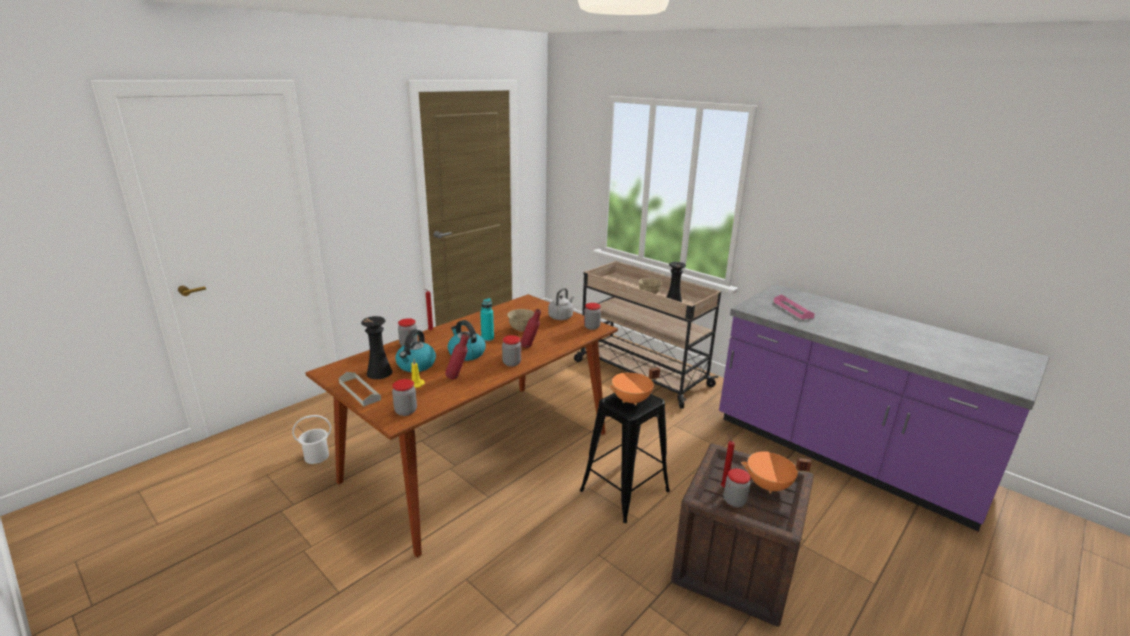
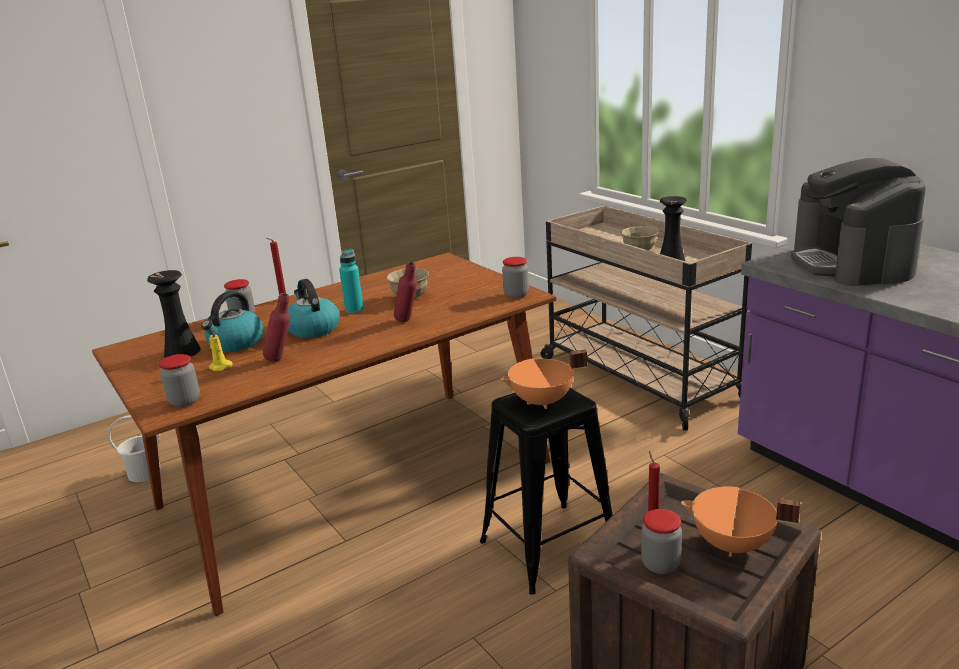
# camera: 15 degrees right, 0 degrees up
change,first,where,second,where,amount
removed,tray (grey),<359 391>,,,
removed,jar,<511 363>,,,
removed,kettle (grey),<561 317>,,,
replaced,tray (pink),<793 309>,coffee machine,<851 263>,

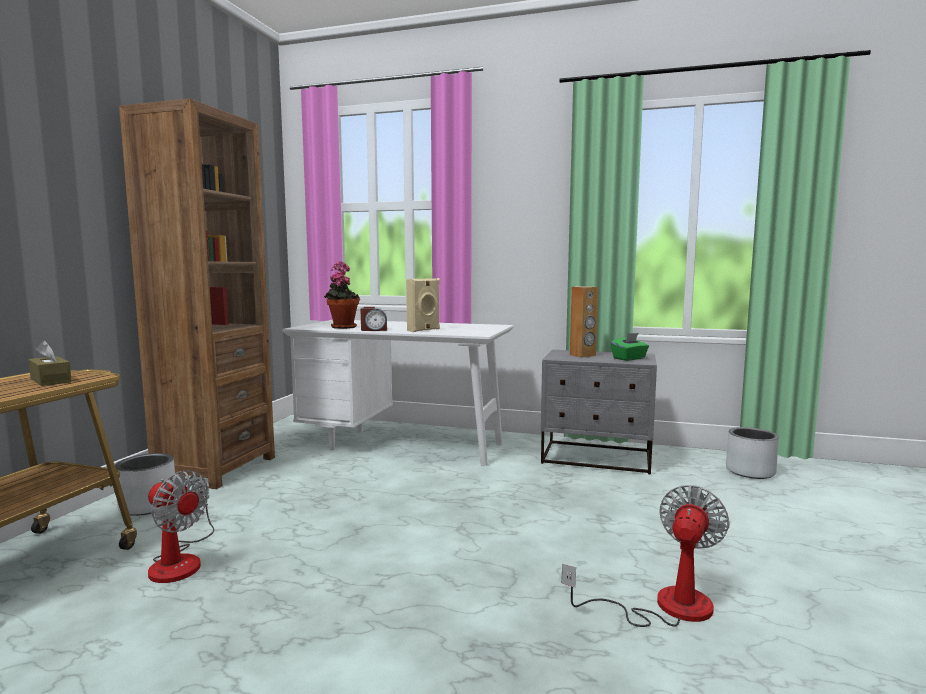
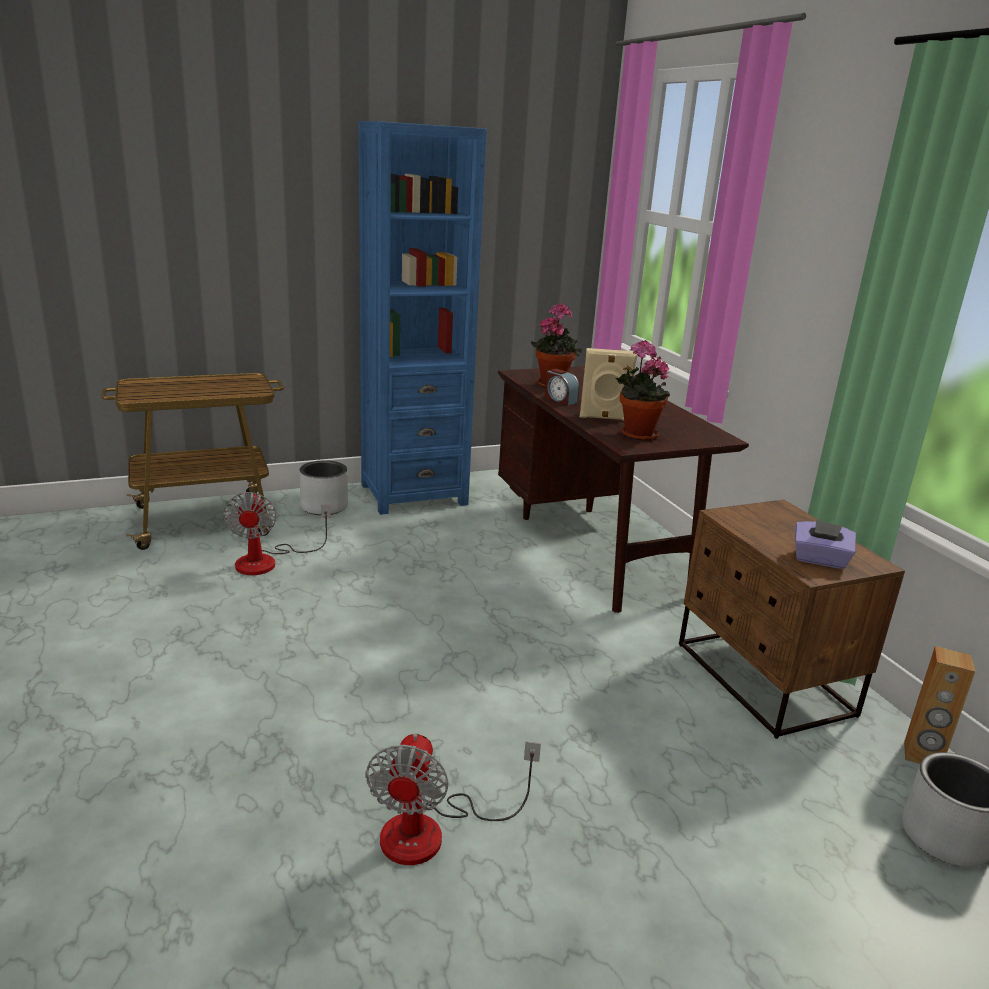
# camera: 50 degrees right, 15 degrees up
change,first,where,second,where,amount
removed,tissue box (brown),<51 380>,,,
added,,,potted plant,<635 435>,
moved,speaker (brown),<583 355>,,<922 756>,
recoloured,bookcase (brown),<215 468>,bookcase (blue),<413 494>,
recoloured,desk (white),<403 445>,desk (brown),<593 547>,
recoloured,nightstand (grey),<597 458>,nightstand (brown),<763 680>,
recoloured,tissue box (green),<629 358>,tissue box (purple),<819 560>,
turned,fan,<664 606>,,<433 831>,105 degrees clockwise

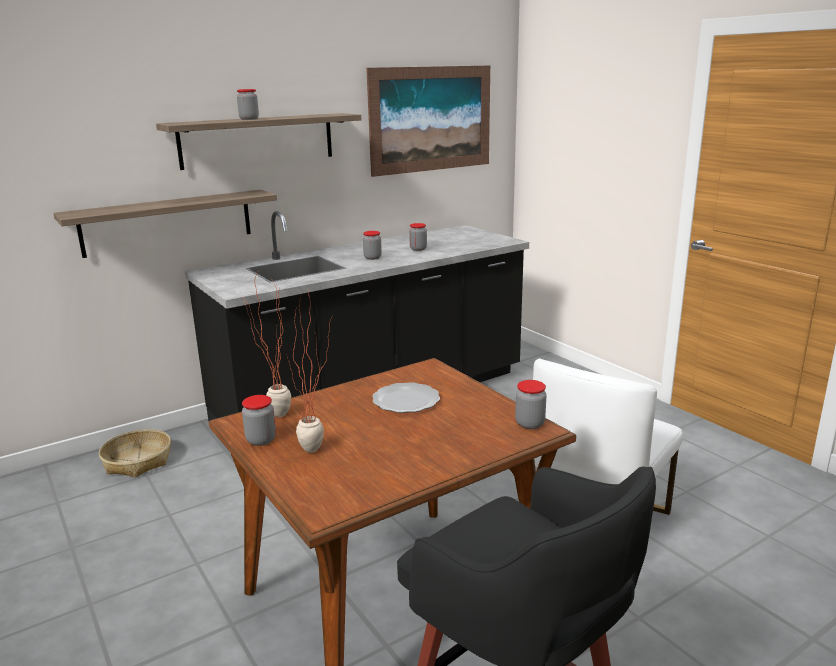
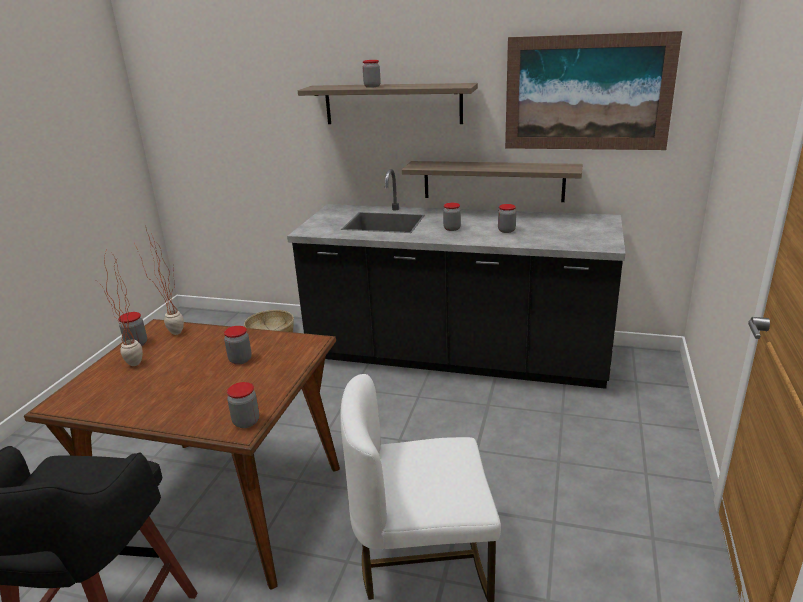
# camera: 50 degrees right, 5 degrees up
change,first,where,second,where,amount
moved,shelf,<168 222>,,<493 181>,
replaced,plate,<406 400>,jar,<240 360>,

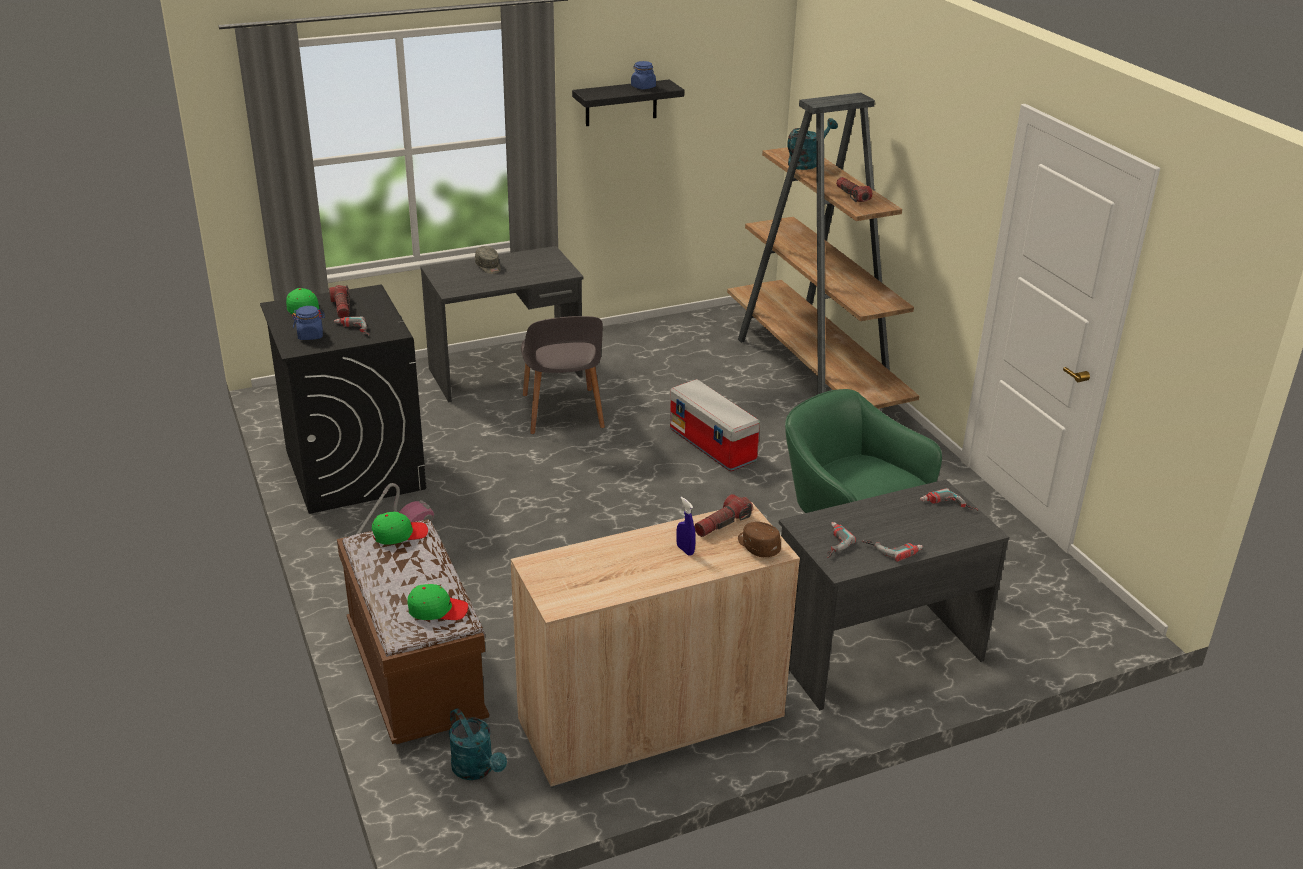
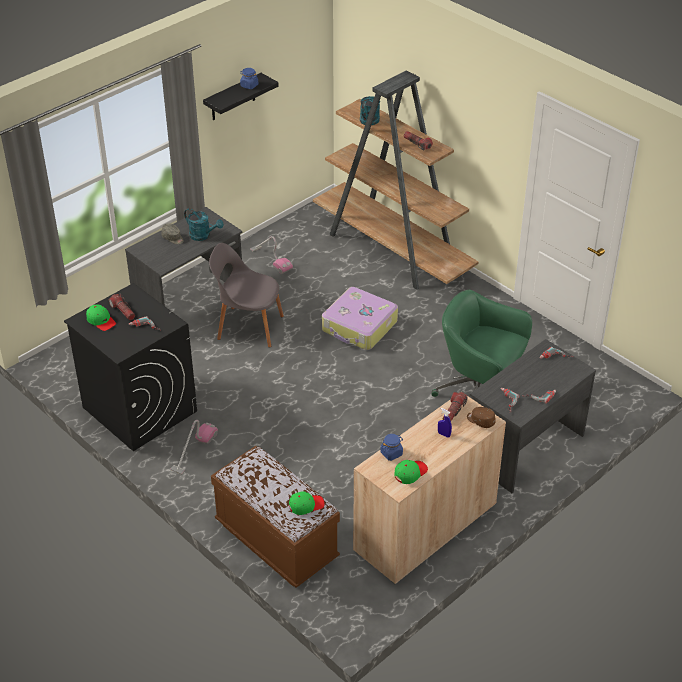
# camera: 20 degrees left, 10 degrees up
change,first,where,second,where,amount
added,,,vacuum cleaner,<271 260>,
moved,jar (blue),<310 335>,,<391 453>,
moved,cap (green),<399 534>,,<410 473>,
moved,watering can (turquoise),<477 770>,,<203 236>,
replaced,storage box,<713 445>,suitcase,<359 327>,
turned,chair (grey),<562 413>,,<248 327>,135 degrees clockwise

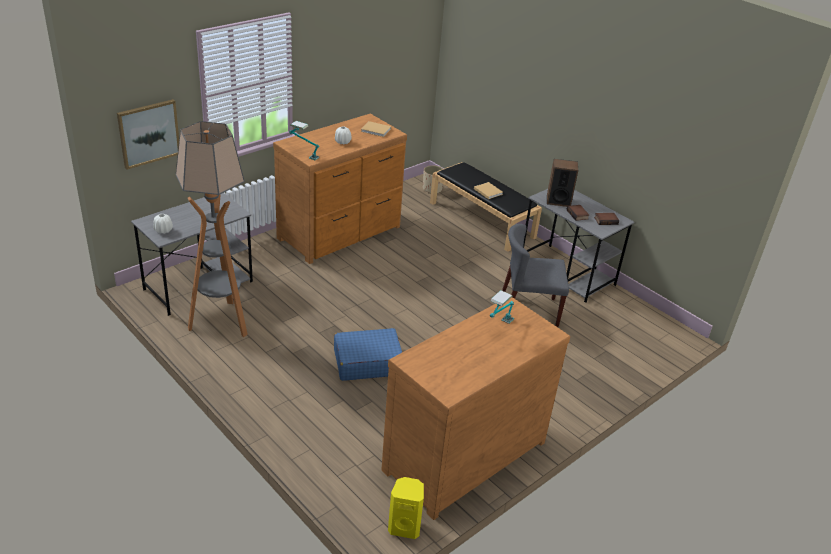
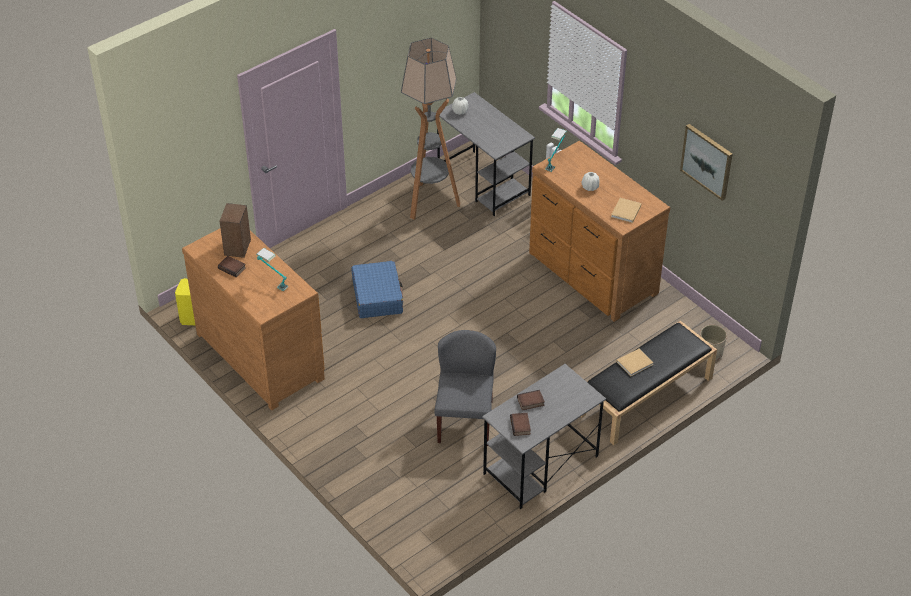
# camera: 95 degrees right, 10 degrees up
change,first,where,second,where,amount
added,,,book,<233 268>,
moved,picture,<148 133>,,<707 161>,
moved,speaker,<558 201>,,<237 247>,

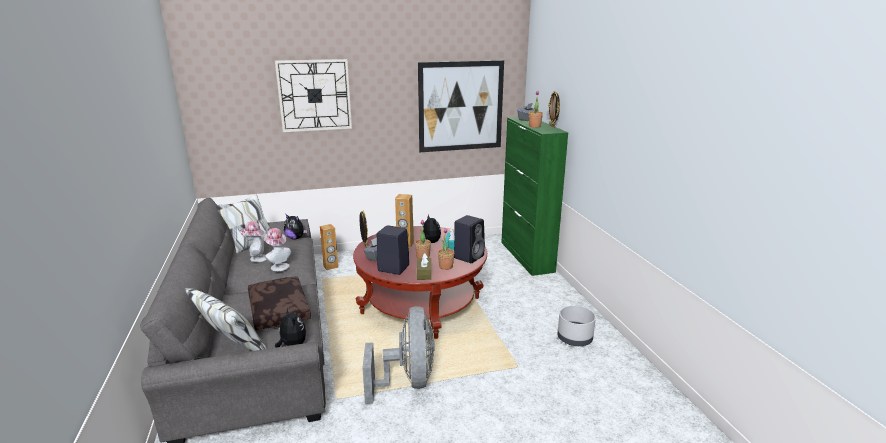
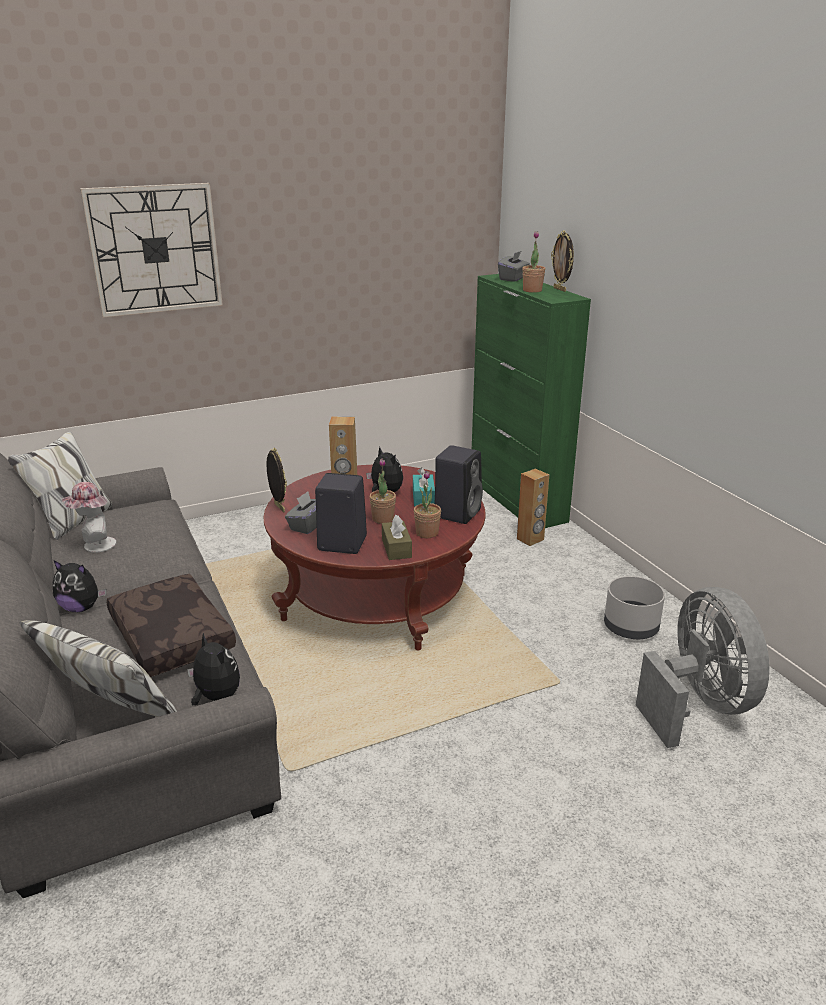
# camera: 10 degrees left, 5 degrees up
change,first,where,second,where,amount
removed,hat,<278 266>,,,
removed,picture,<461 106>,,,
moved,plush toy,<295 238>,,<81 608>,
moved,speaker (brown),<330 266>,,<530 539>,
moved,fan (grey),<407 381>,,<697 705>,

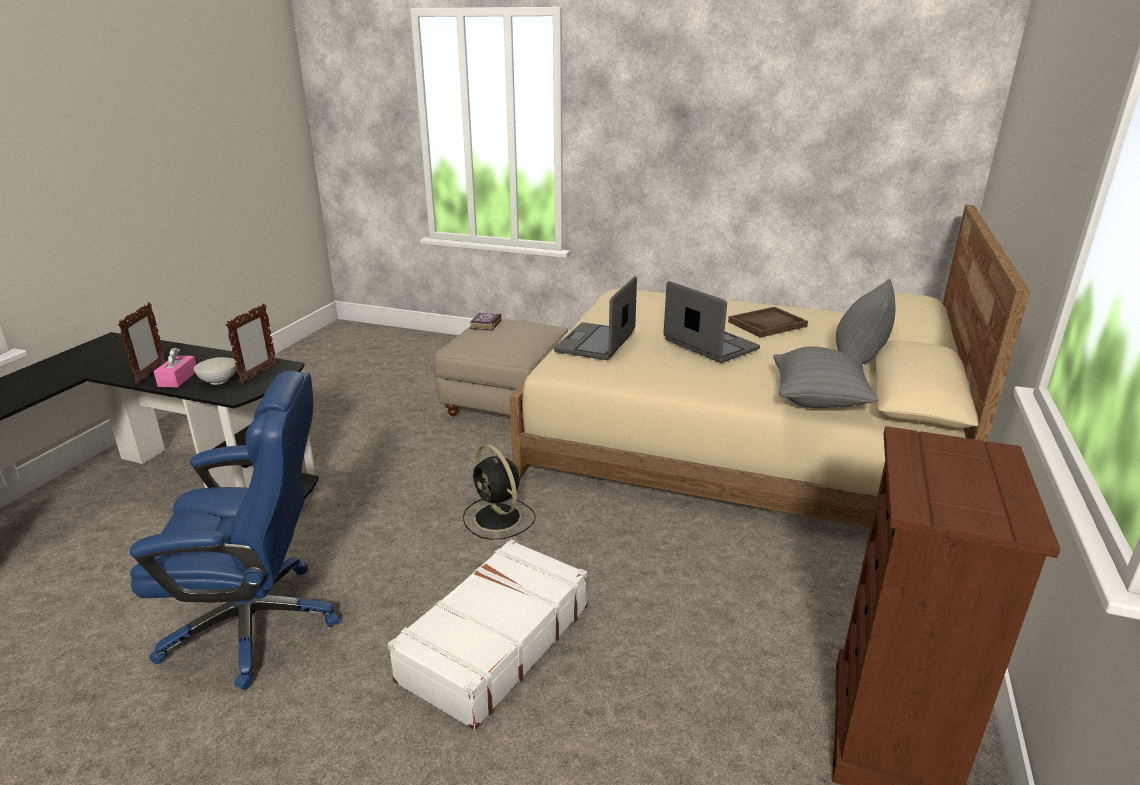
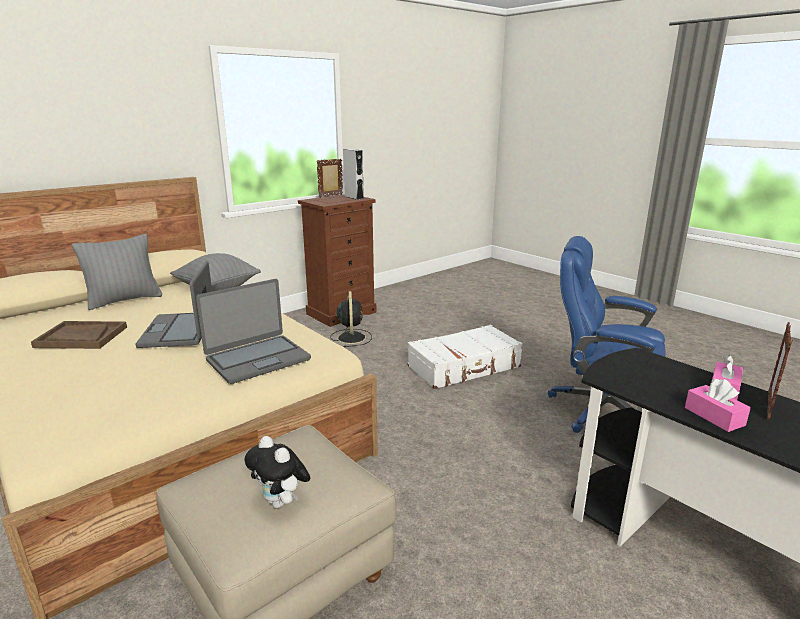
# camera: 150 degrees left, 5 degrees down
change,first,where,second,where,amount
removed,bowl (white),<219 380>,,,
added,,,speaker (grey),<354 197>,
added,,,tissue box (pink),<714 416>,
moved,picture frame,<258 374>,,<331 196>,
moved,fan (black),<499 518>,,<351 337>,
replaced,book,<484 325>,plush toy,<281 502>,

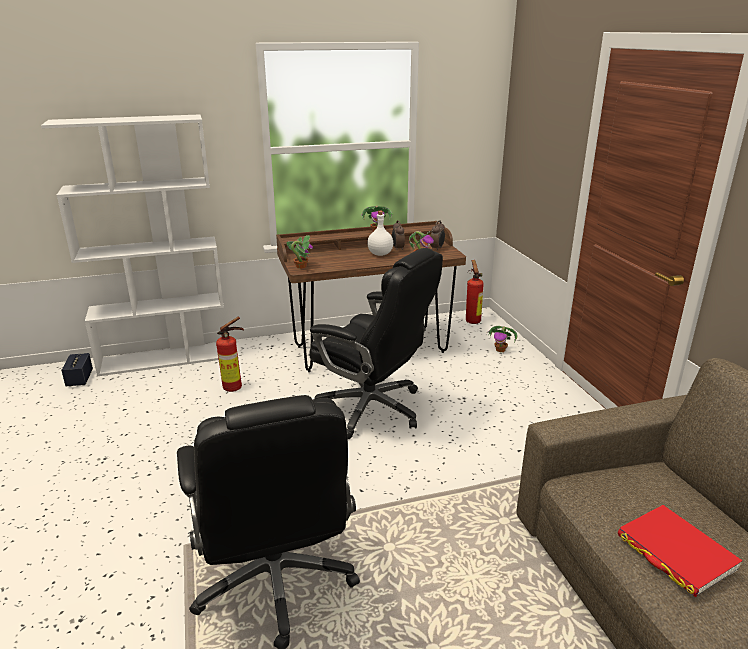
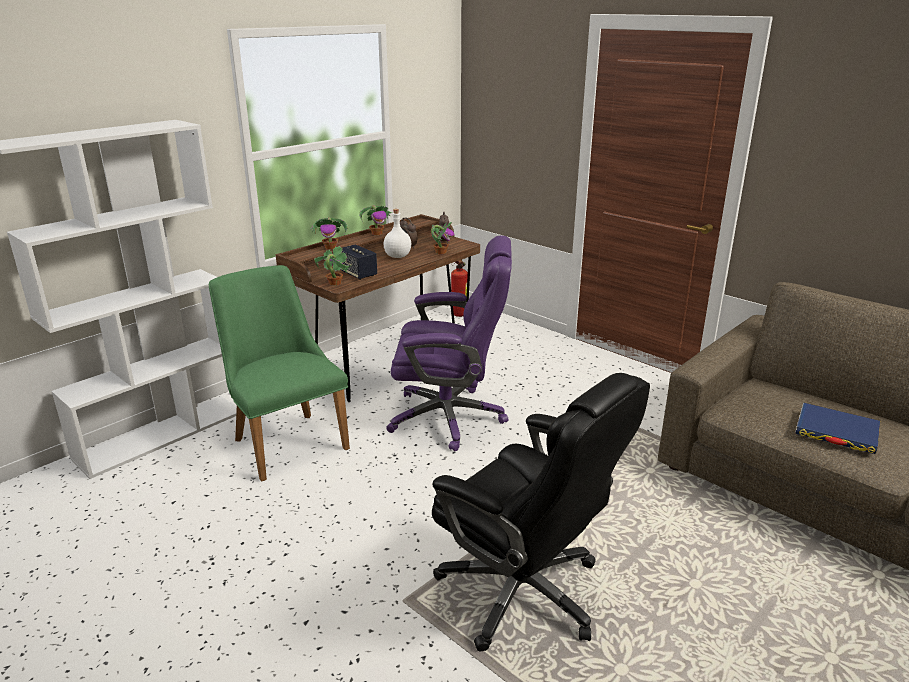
# camera: 30 degrees left, 0 degrees up
change,first,where,second,where,amount
moved,speaker,<79 379>,,<358 274>,
moved,potted plant,<501 350>,,<331 247>,
replaced,fire extinguisher,<235 387>,chair (green),<285 439>,
recoloured,office chair (black),<372 409>,office chair (purple),<449 417>,
recoloured,book (red),<675 552>,book (blue),<836 432>,

